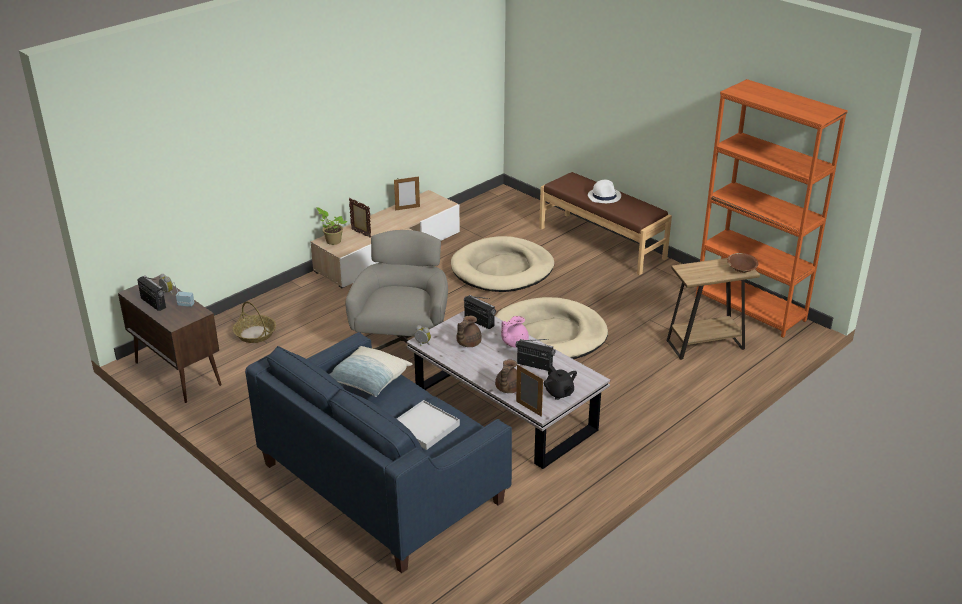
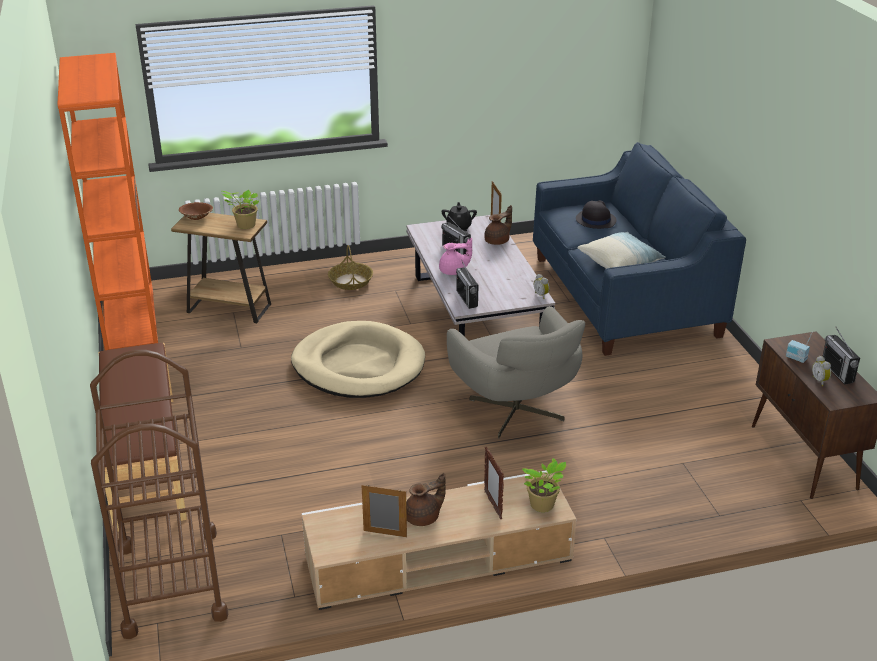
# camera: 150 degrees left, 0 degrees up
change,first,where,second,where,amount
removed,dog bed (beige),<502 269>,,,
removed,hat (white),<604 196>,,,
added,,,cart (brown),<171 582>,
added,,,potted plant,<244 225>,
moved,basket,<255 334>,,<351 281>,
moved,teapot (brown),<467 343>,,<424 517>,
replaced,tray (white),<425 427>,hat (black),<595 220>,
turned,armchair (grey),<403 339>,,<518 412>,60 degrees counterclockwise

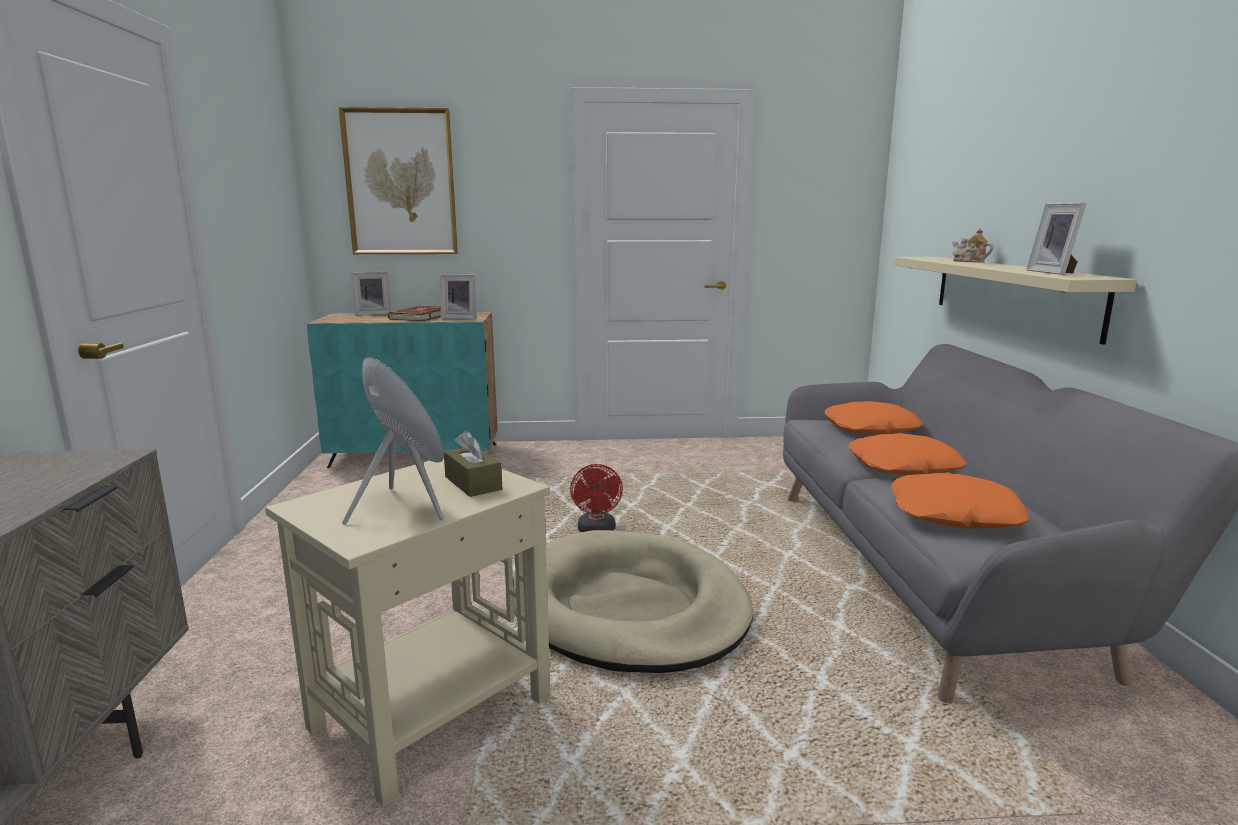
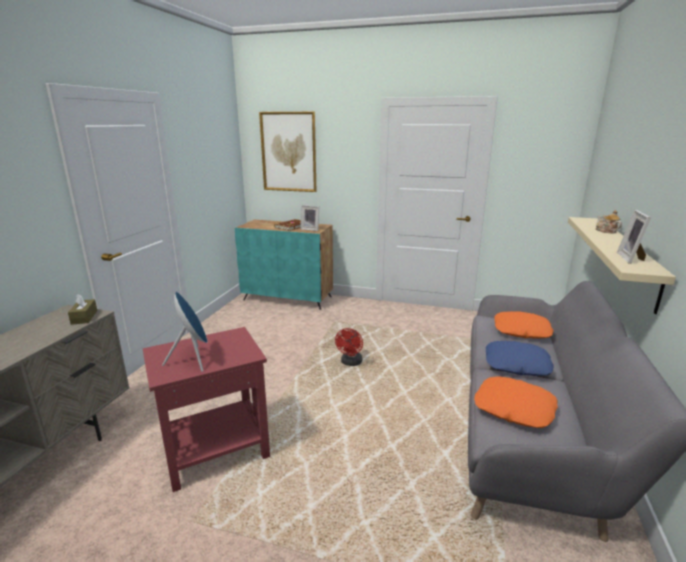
# camera: 20 degrees right, 5 degrees up
change,first,where,second,where,amount
removed,picture frame,<373 314>,,,
removed,dog bed (beige),<629 608>,,,
moved,tissue box (brown),<473 483>,,<84 317>,
recoloured,side table (beige),<430 712>,side table (red),<215 450>,
recoloured,pillow (orange),<903 466>,pillow (blue),<516 365>,

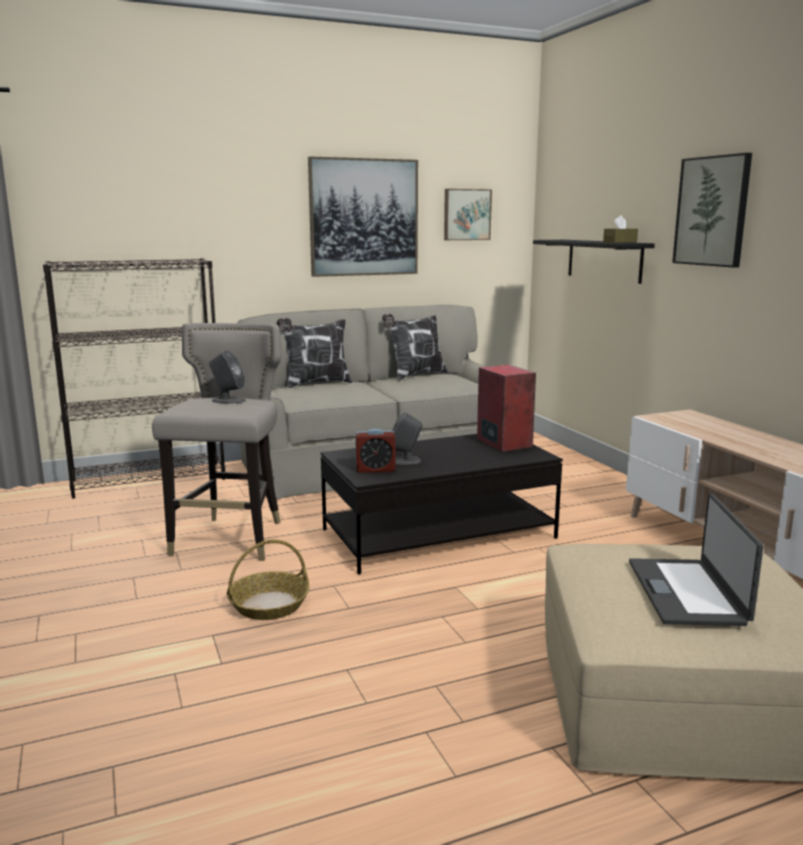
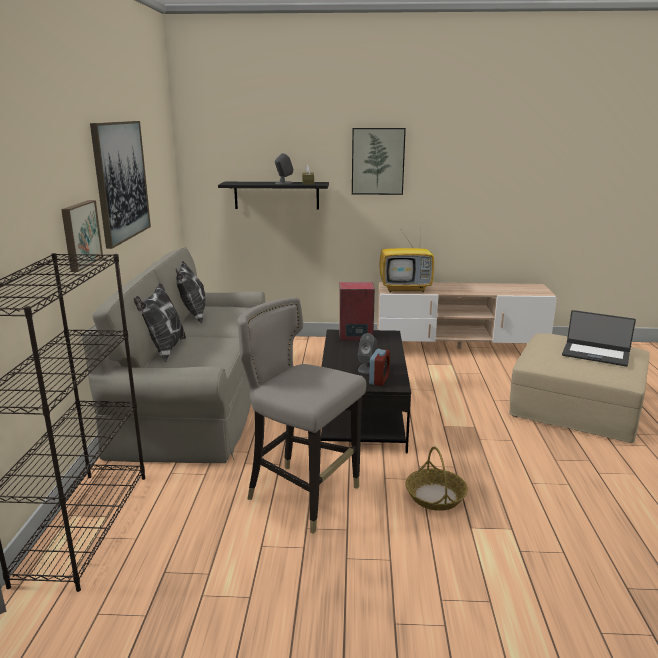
# camera: 65 degrees left, 5 degrees up
change,first,where,second,where,amount
added,,,television,<406 289>,
moved,speaker (grey),<228 400>,,<283 183>,
moved,picture,<466 214>,,<80 234>,

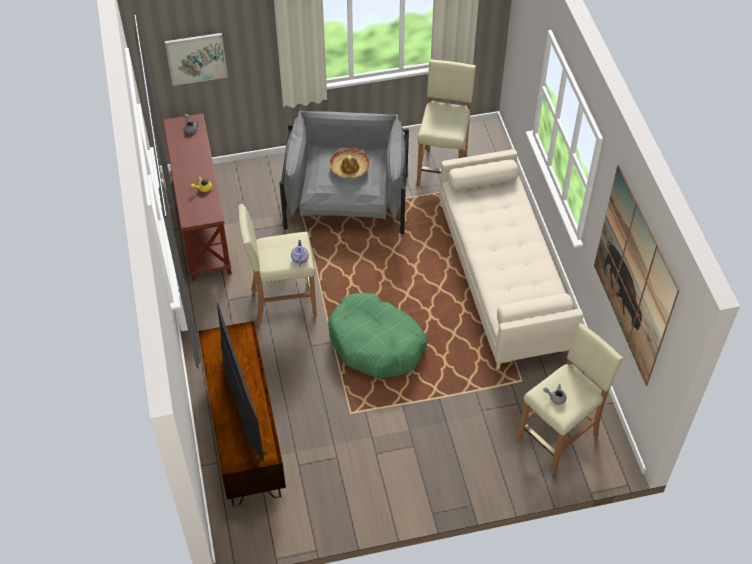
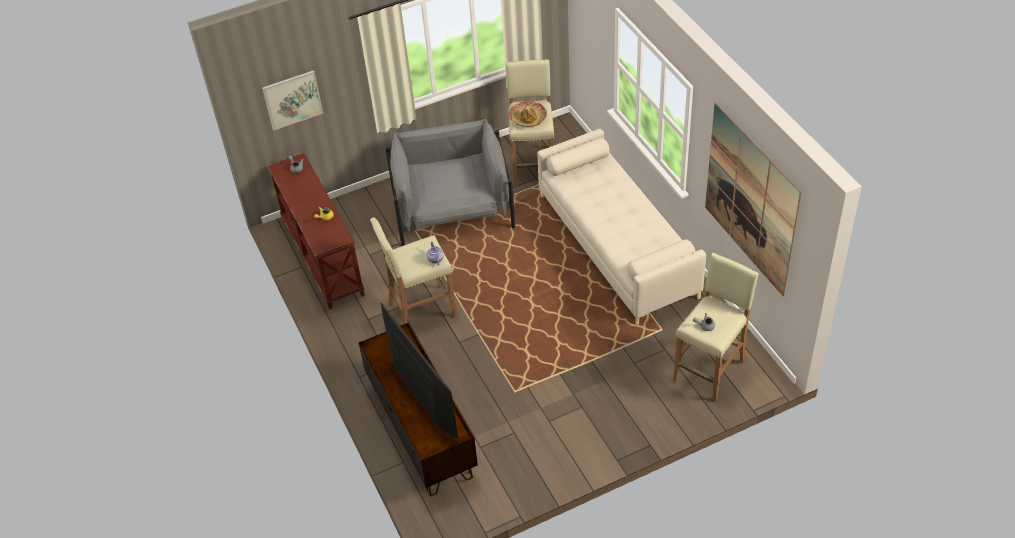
# camera: 10 degrees left, 5 degrees down
change,first,where,second,where,amount
removed,dog bed (green),<376 343>,,,
moved,hat,<349 167>,,<528 118>,

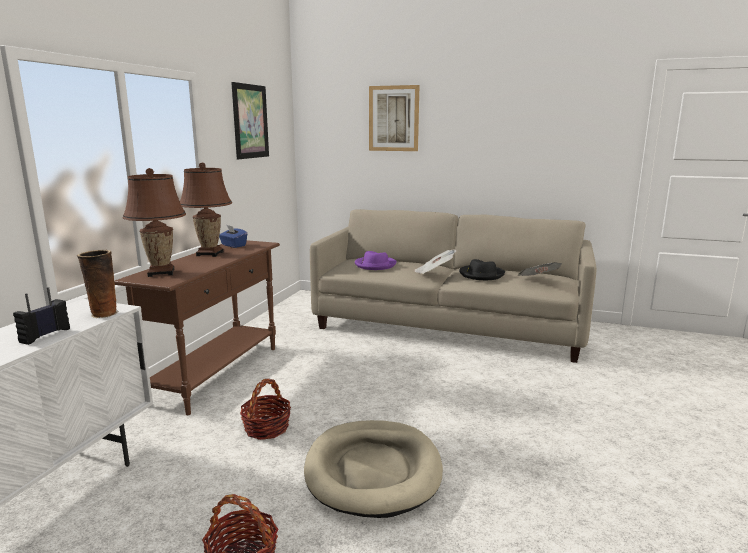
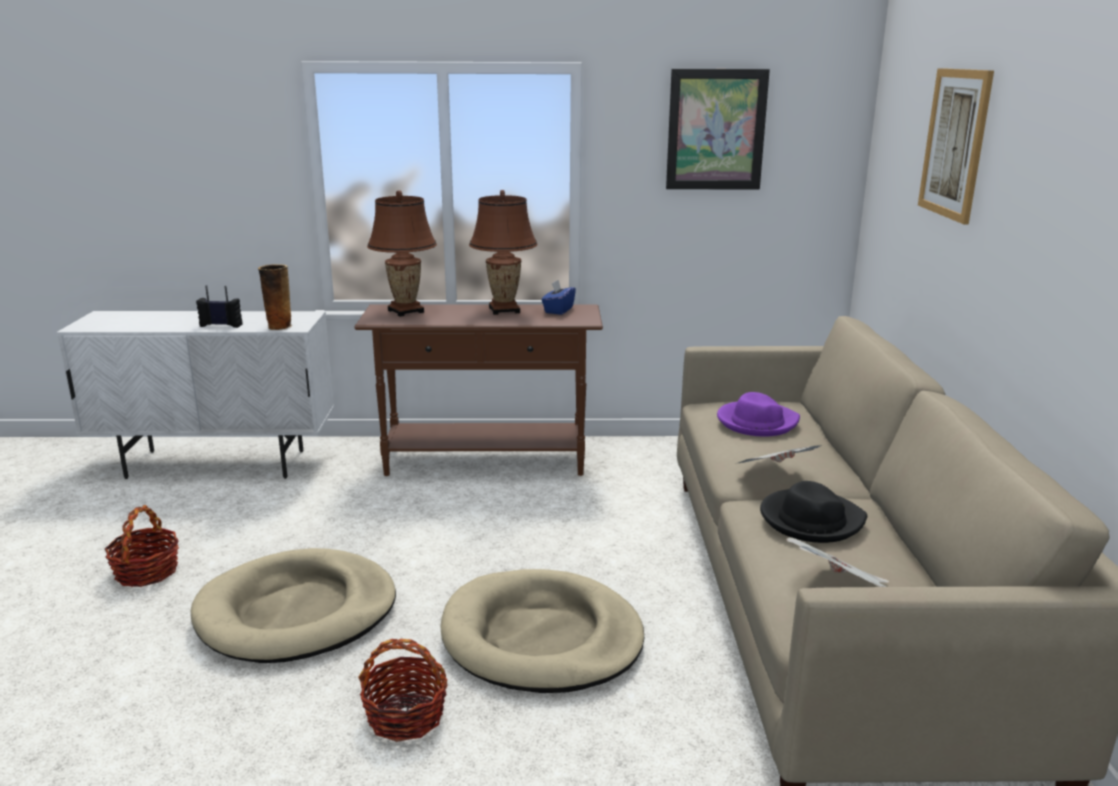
# camera: 70 degrees right, 5 degrees up
change,first,where,second,where,amount
added,,,dog bed (beige),<541 638>,
moved,basket,<266 428>,,<406 716>,

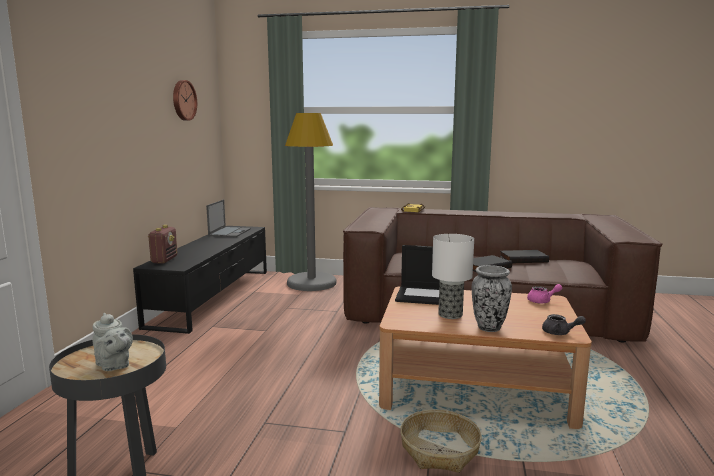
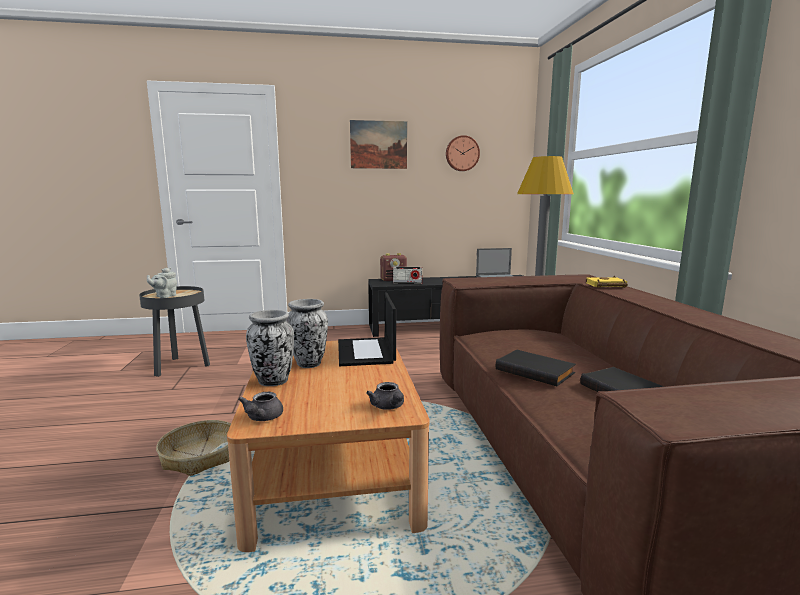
# camera: 70 degrees right, 0 degrees up
change,first,where,second,where,amount
added,,,picture,<378 145>,
added,,,radio,<407 283>,
replaced,table lamp,<450 314>,vase,<309 364>,
recoloured,teapot (pink),<542 301>,teapot (grey),<388 407>,

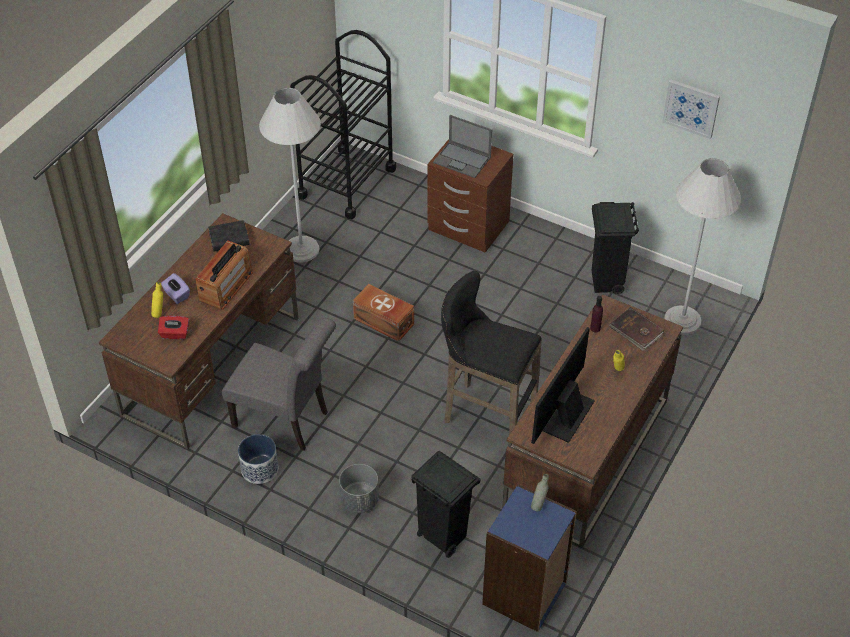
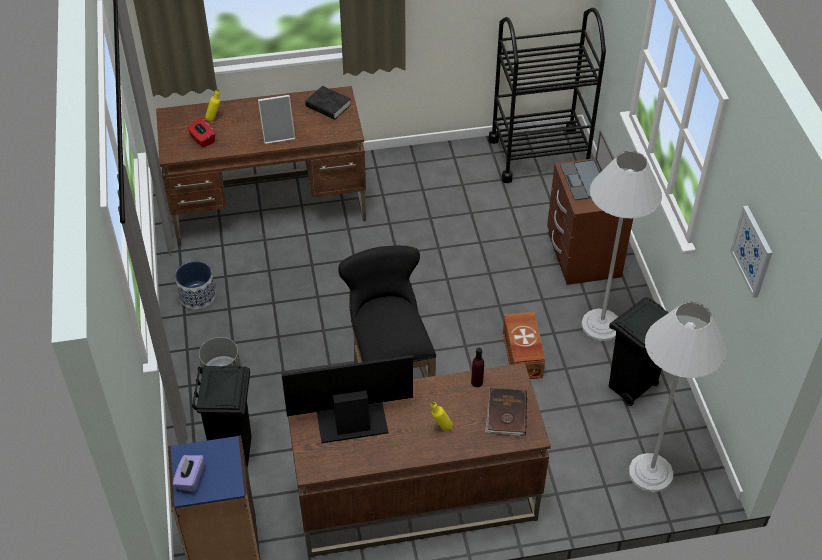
# camera: 50 degrees right, 0 degrees up
change,first,where,second,where,amount
removed,chair (grey),<286 420>,,,
removed,bottle (grey),<539 505>,,,
moved,tissue box (purple),<176 295>,,<190 479>,
moved,floor lamp (white),<301 249>,,<601 325>,
moved,storage box (brown),<384 322>,,<521 356>,
replaced,radio,<226 286>,picture frame,<278 134>,

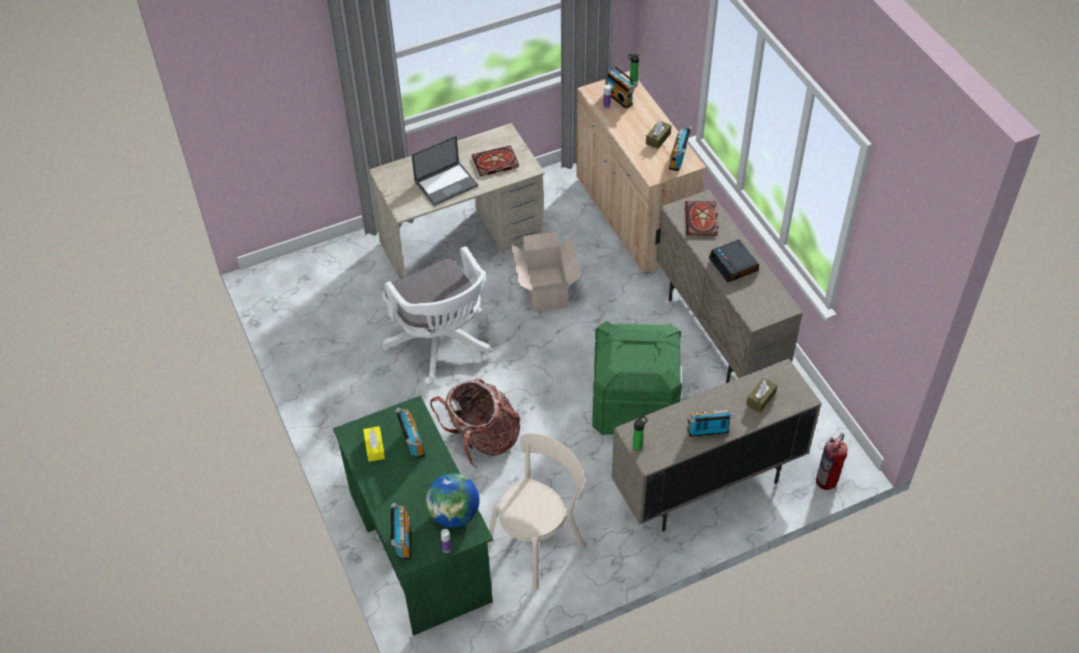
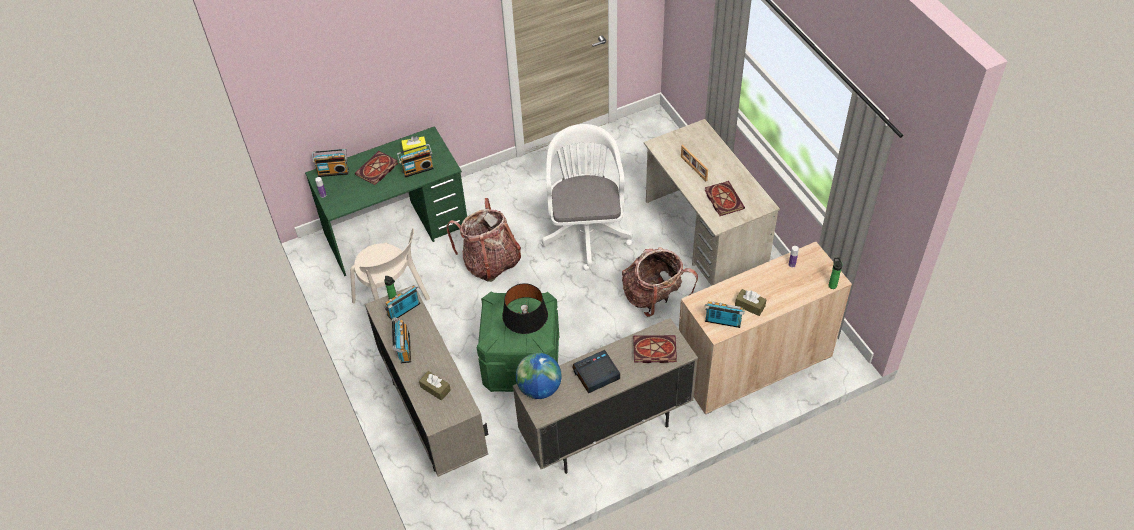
# camera: 90 degrees right, 0 degrees up
change,first,where,second,where,amount
removed,fire extinguisher,<827 481>,,,
added,,,book,<377 170>,
added,,,table lamp (black),<527 332>,
moved,globe,<454 514>,,<539 388>,
moved,radio,<619 97>,,<405 311>,
replaced,laptop,<446 183>,picture frame,<693 169>,
replaced,cardboard box,<546 288>,backpack,<654 297>,
turned,office chair (white),<442 345>,,<586 230>,120 degrees clockwise

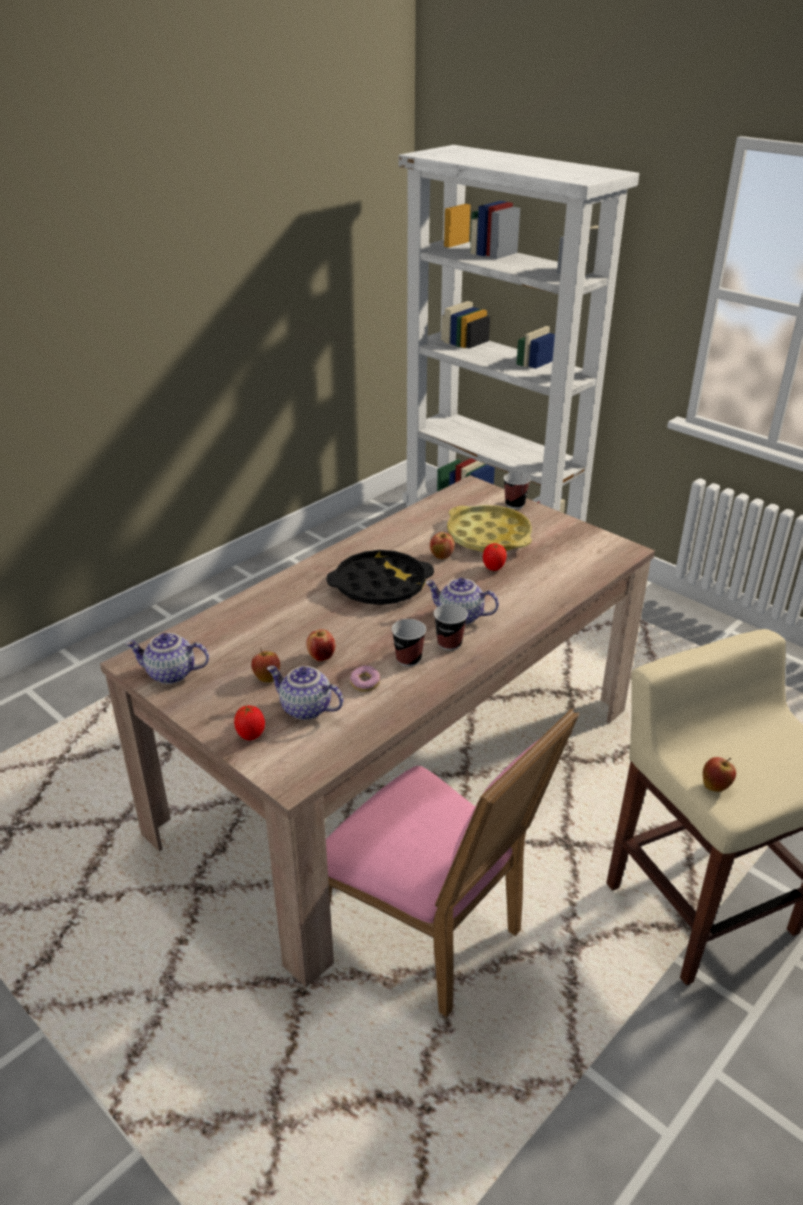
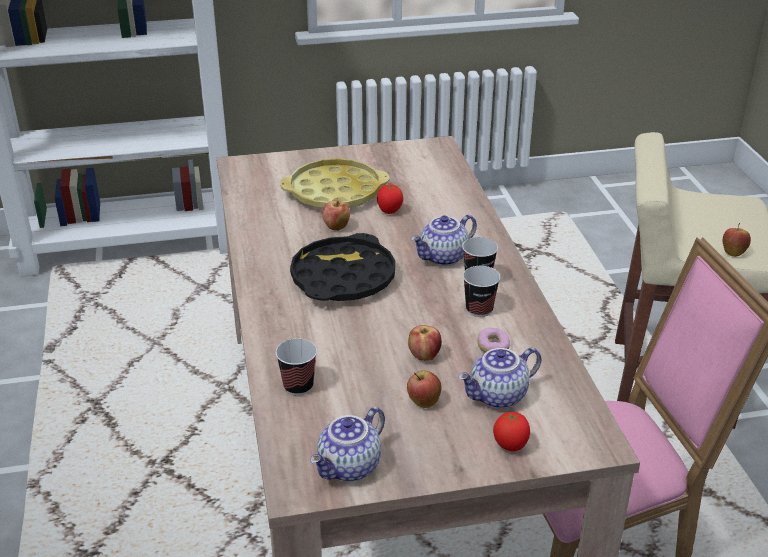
# camera: 55 degrees left, 0 degrees up
change,first,where,second,where,amount
moved,cup,<515 504>,,<298 386>,

